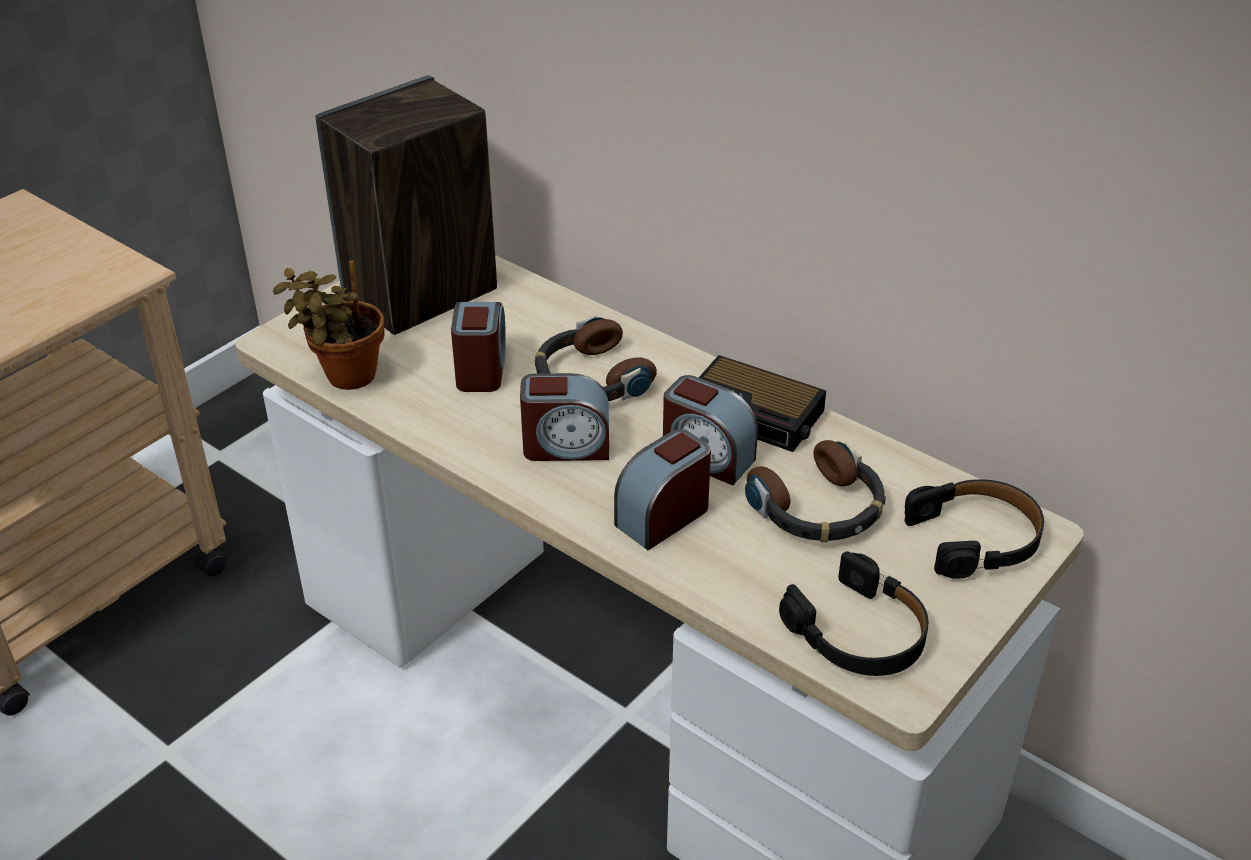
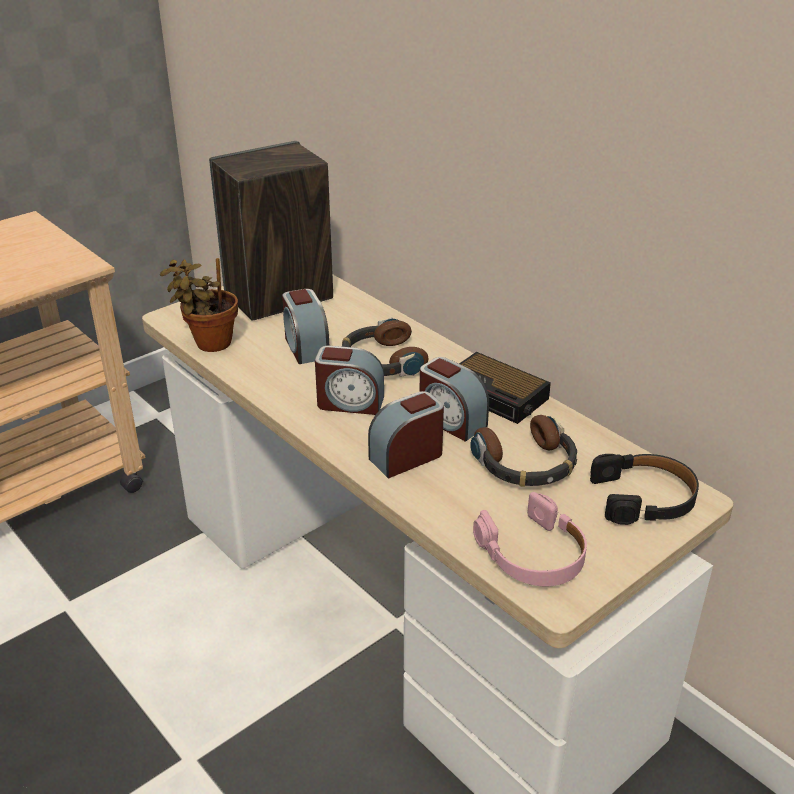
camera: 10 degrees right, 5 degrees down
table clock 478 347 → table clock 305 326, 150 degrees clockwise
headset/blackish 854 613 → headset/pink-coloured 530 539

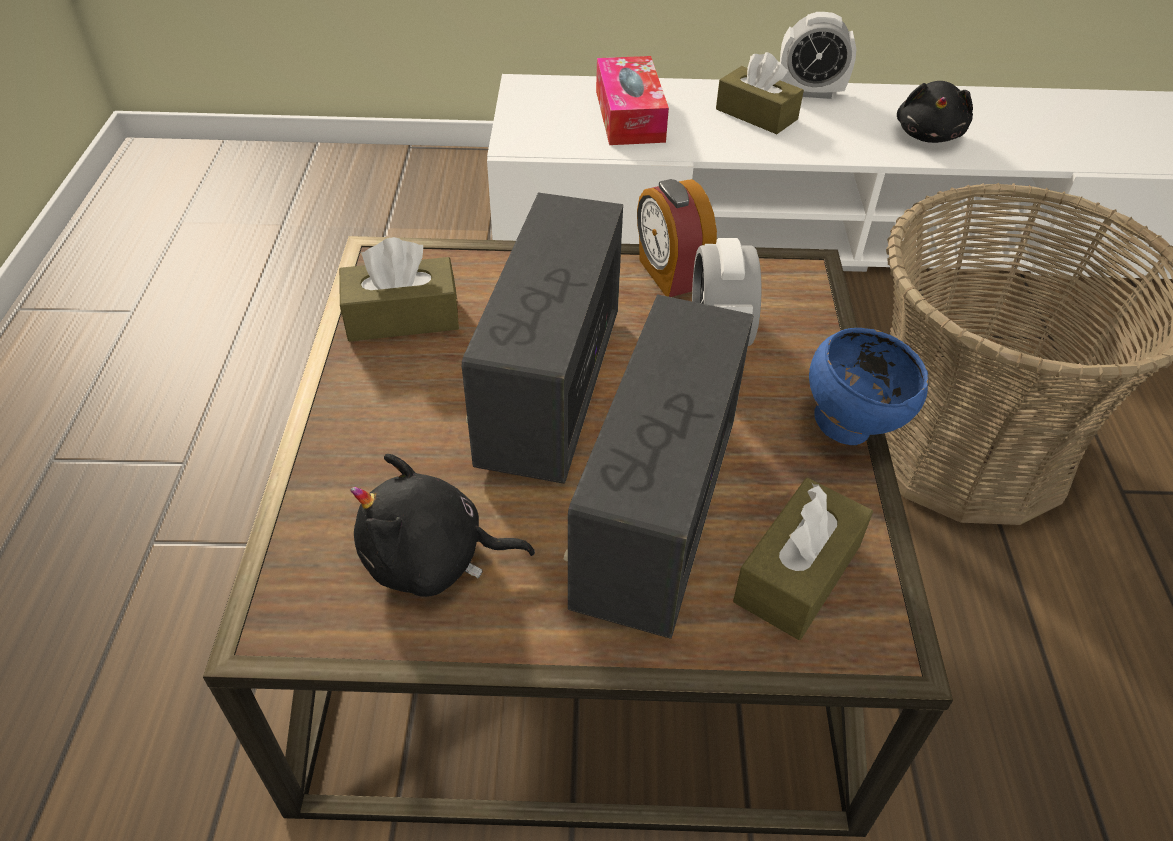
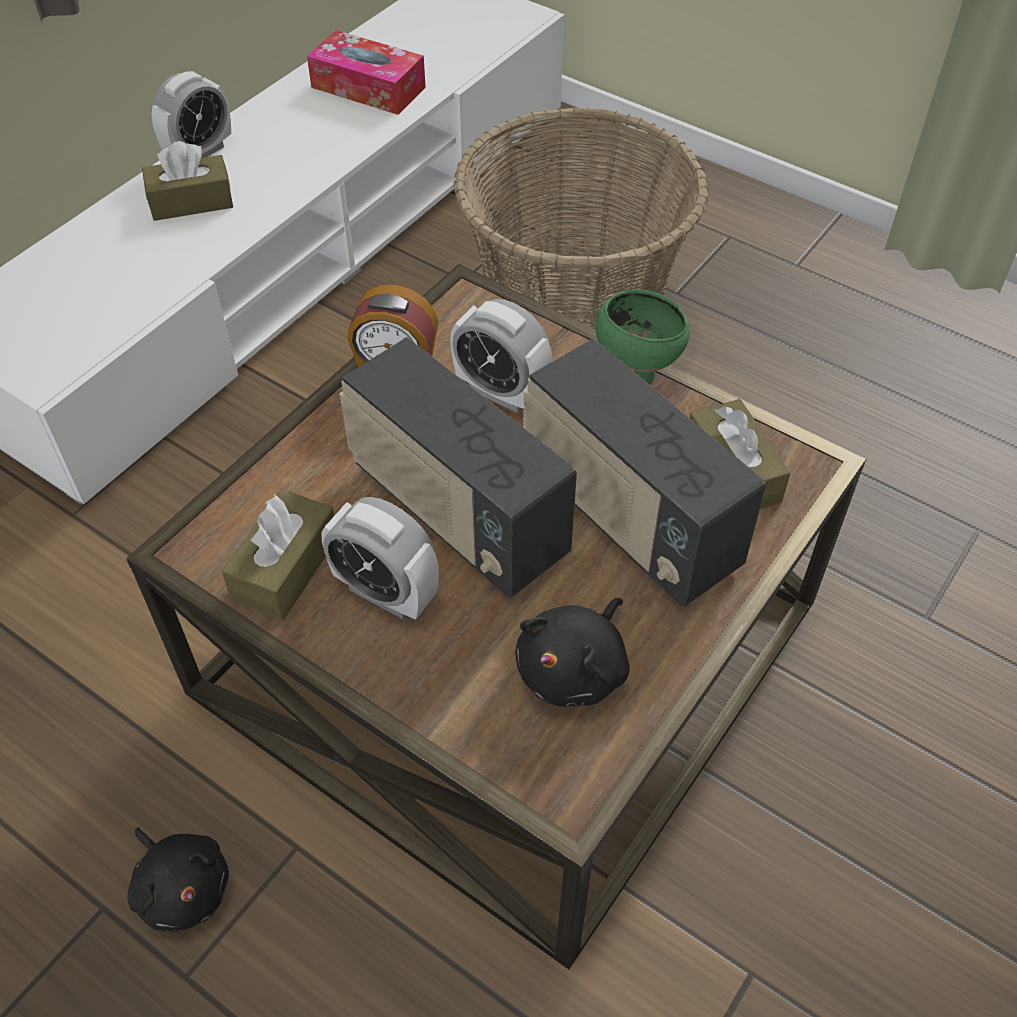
camera: 55 degrees left, 5 degrees up
soft toy/blackish 935 112 → soft toy/blackish 178 880, move
tissue box 632 100 → tissue box 366 72, move
- → table clock 380 558
bowl/bluish 868 386 → bowl/green-coloured 643 336

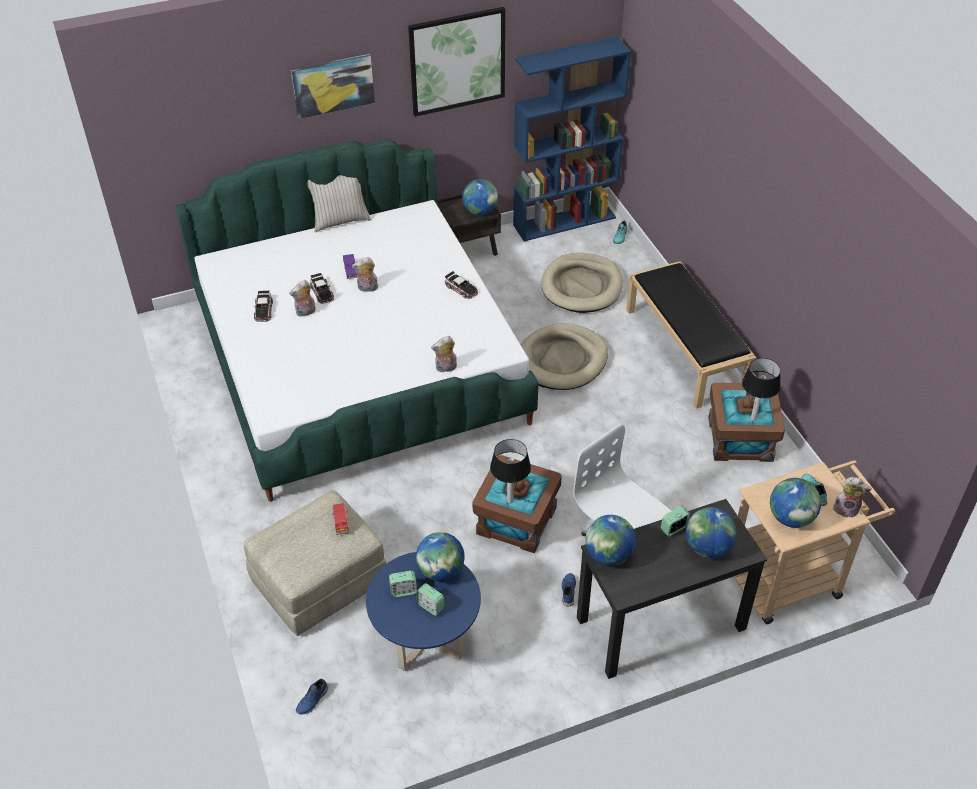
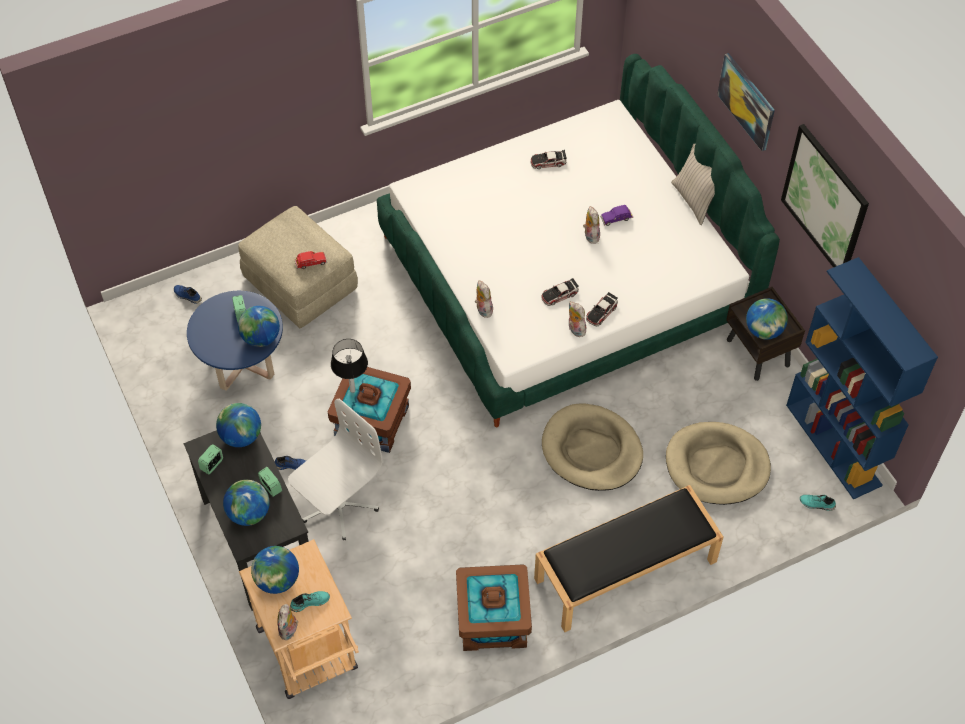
camera: 85 degrees right, 10 degrees up
table clock 430 599 → table clock 210 459, move
model car 322 288 → model car 560 292, move
soft toy 302 298 → soft toy 577 319, move
table lamp 761 389 → -

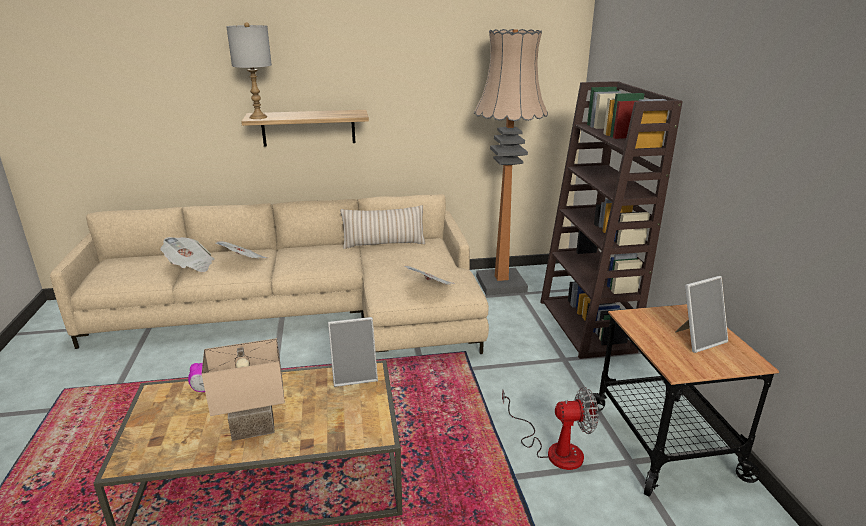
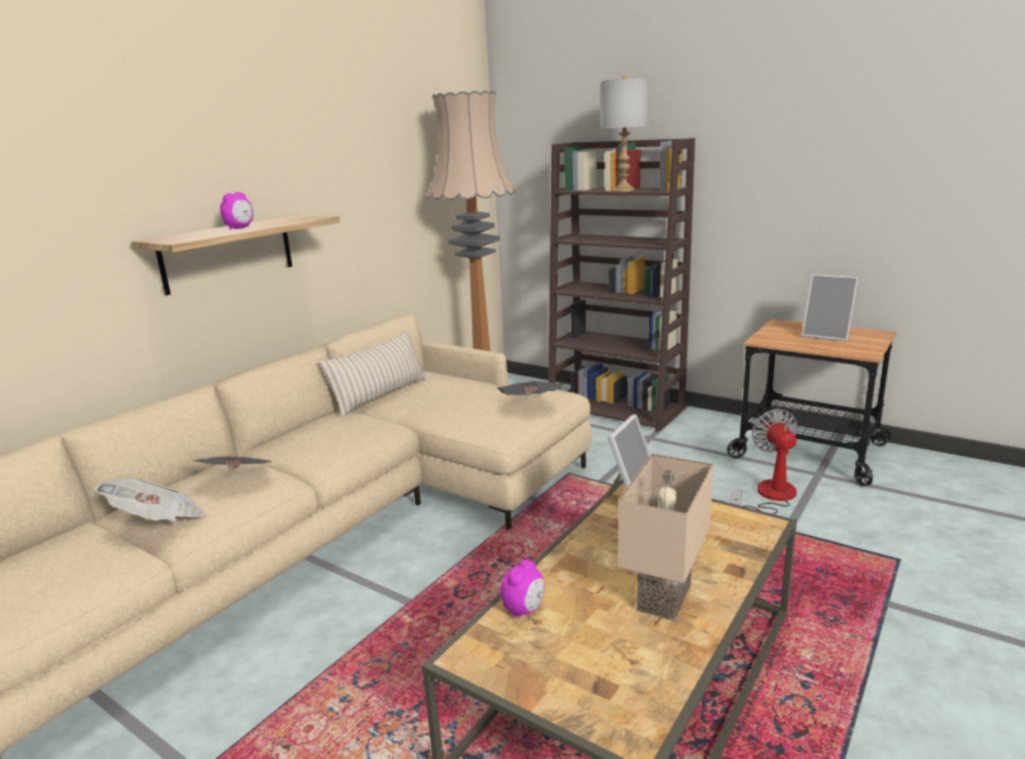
camera: 45 degrees left, 5 degrees down
- → table clock 236 211
table lamp/gray 249 70 → table lamp/gray 625 133, move
electric fan 550 428 → electric fan 764 461, 45 degrees counterclockwise
photo frame 701 314 → photo frame 830 307, 105 degrees clockwise

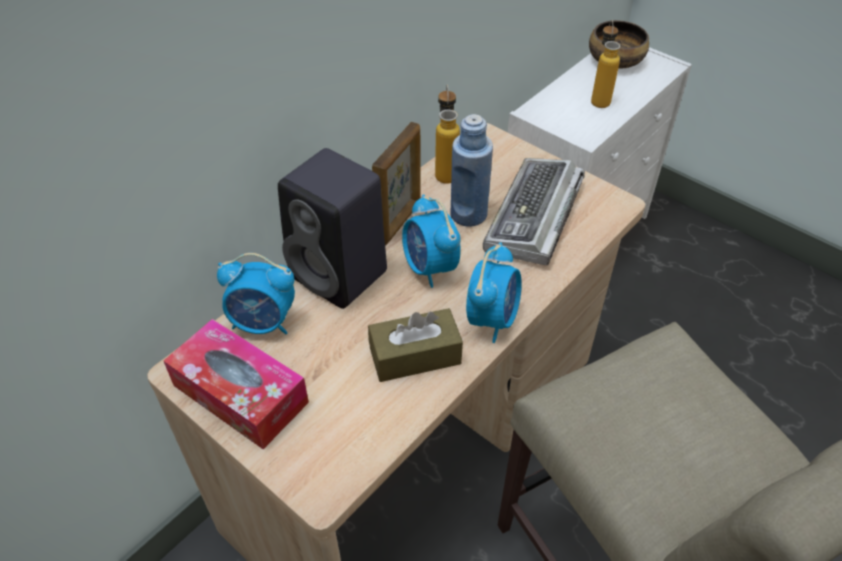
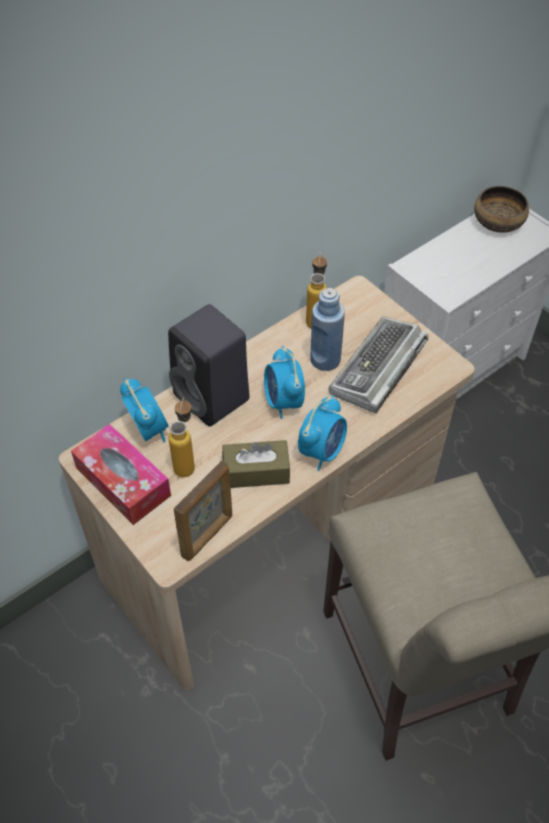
camera: 10 degrees right, 5 degrees up
table clock 256 293 → table clock 144 410, 135 degrees counterclockwise
beverage bottle 605 64 → beverage bottle 181 437, move
photo frame 396 183 → photo frame 203 510, move

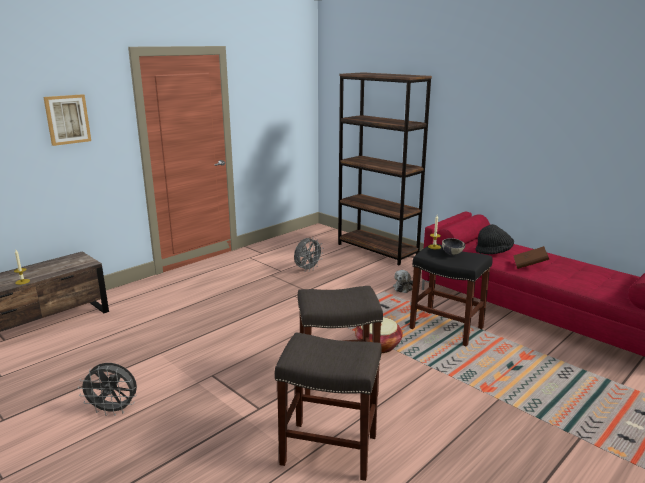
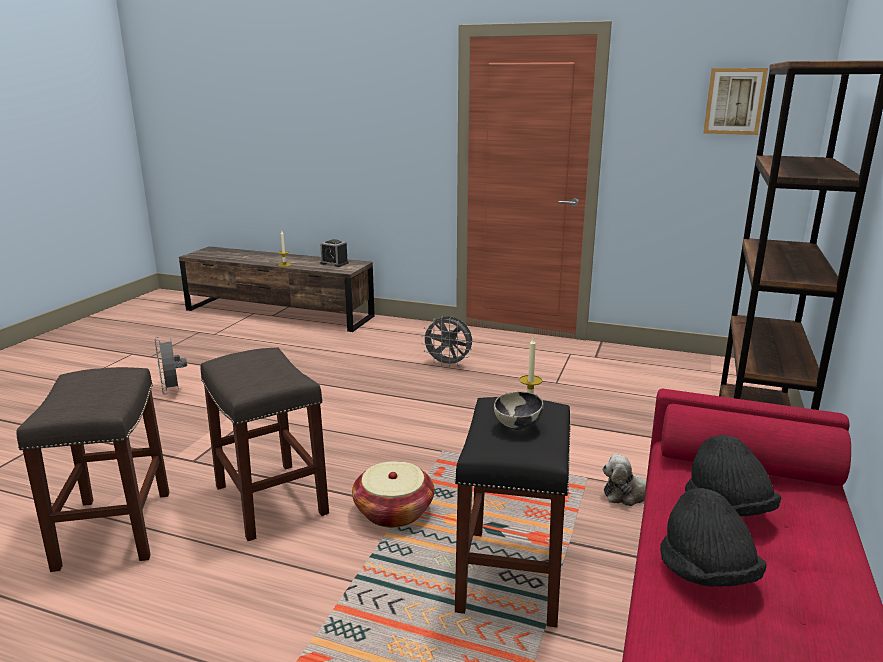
camera: 65 degrees right, 0 degrees up
- → table clock 334 253
electric fan/gray 308 255 → electric fan/gray 446 342, move
book/brown 531 257 → hat/blackish 713 537
picture 67 120 → picture 735 101, move

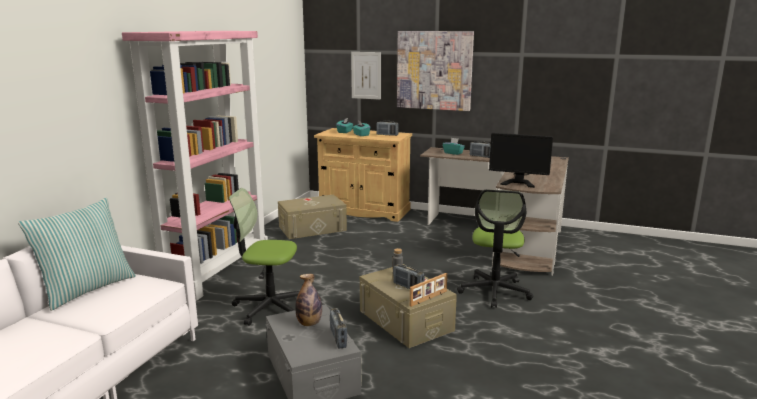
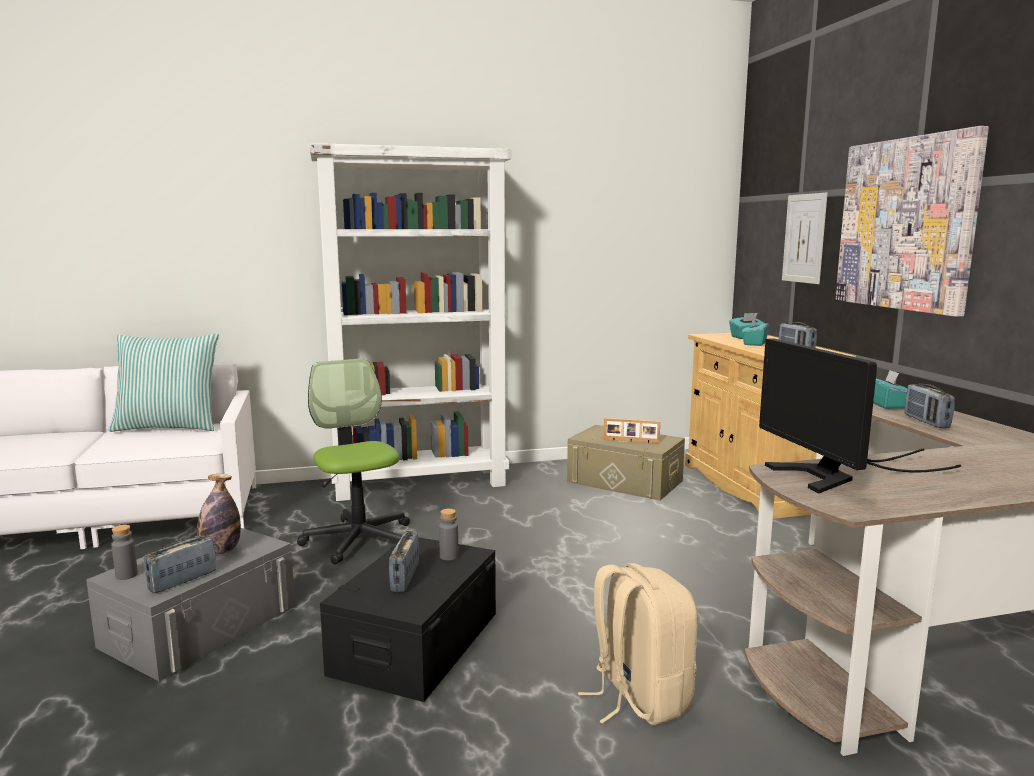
camera: 55 degrees right, 5 degrees down
- → beverage bottle/gray 124 552
bookshelf/pink-coloured 195 166 → bookshelf/white-coloured 410 322
storage box/beige-coloured 408 306 → storage box/blackish 408 619
office chair 495 248 → knapsack/beige-coloured 637 644
photo frame 428 290 → photo frame 631 431, move

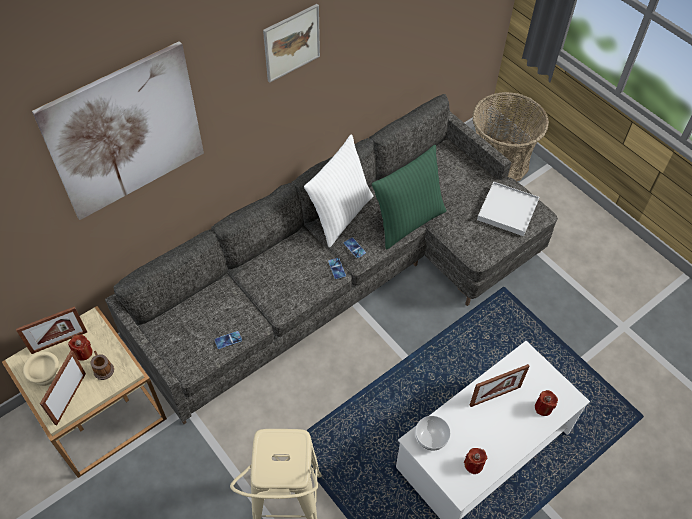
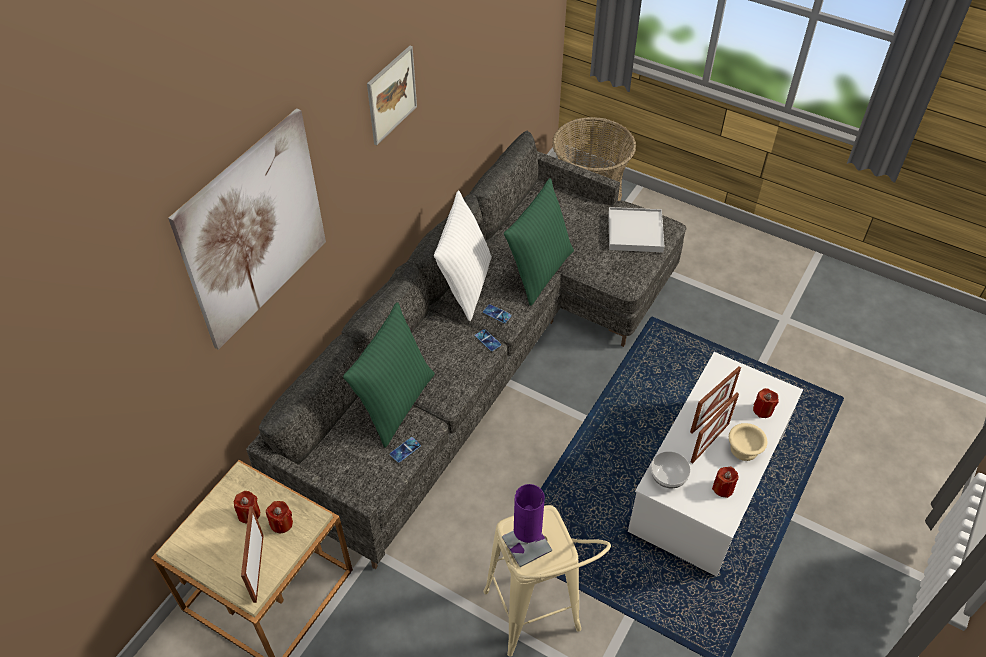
camera: 20 degrees left, 5 degrees down
tea mug 102 365 → wax candle/reddish 279 517
- → cushion/green-coloured 389 375
- → table lamp/purple 527 525
photo frame 51 330 → photo frame 715 428, move
bowl/beige-coloured 41 369 → bowl/beige-coloured 748 442, move

